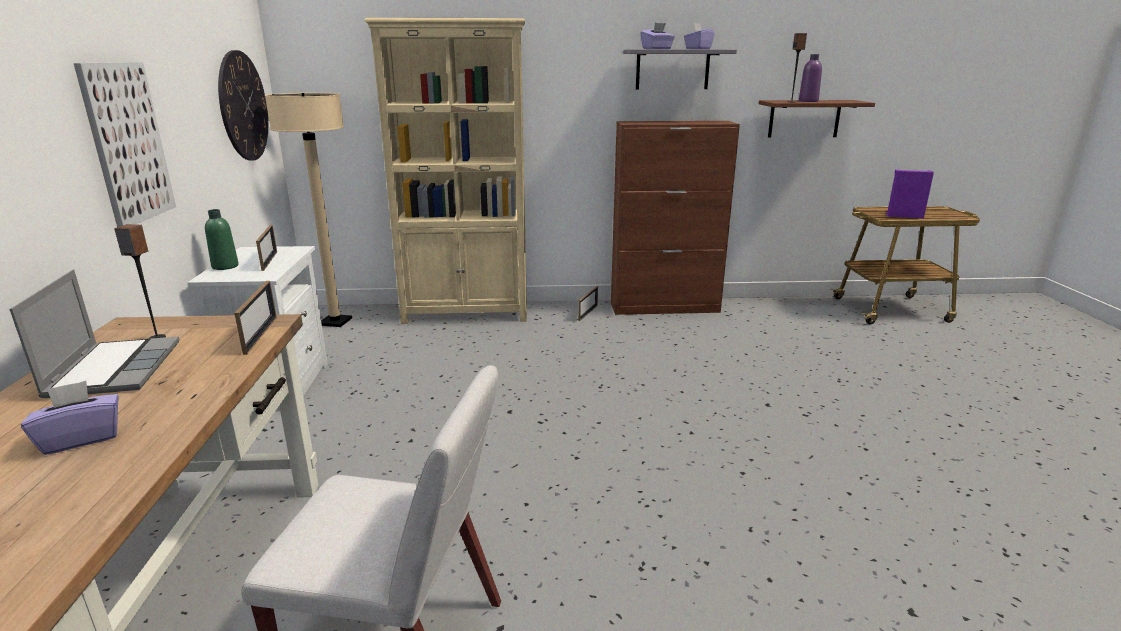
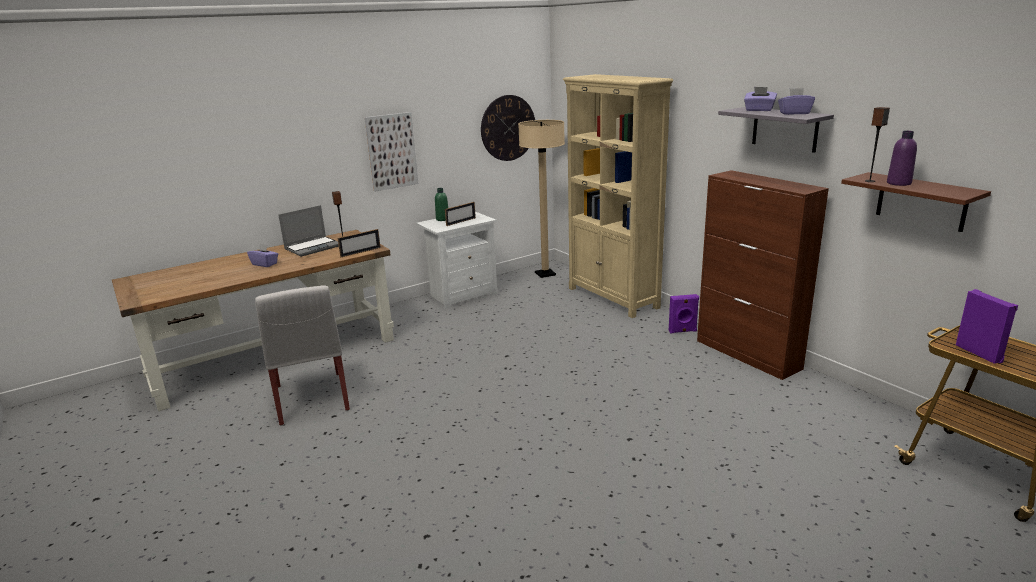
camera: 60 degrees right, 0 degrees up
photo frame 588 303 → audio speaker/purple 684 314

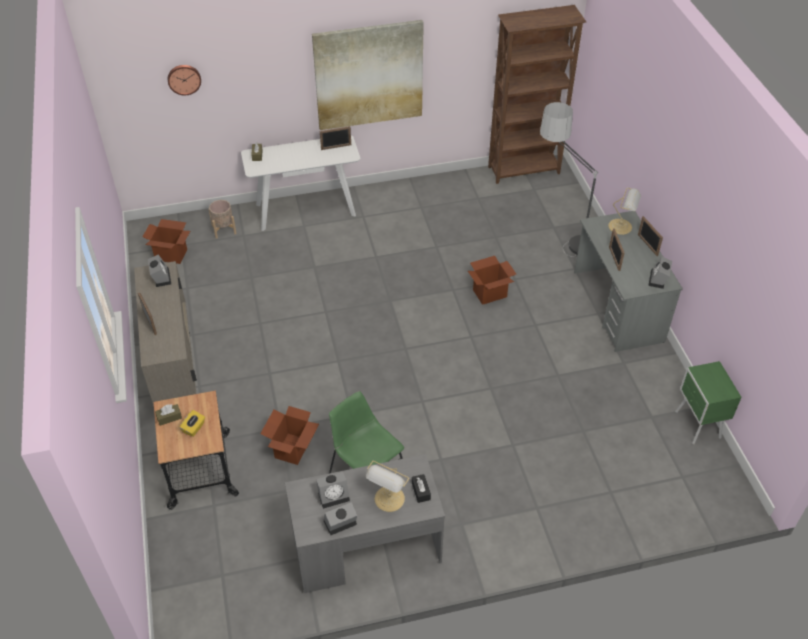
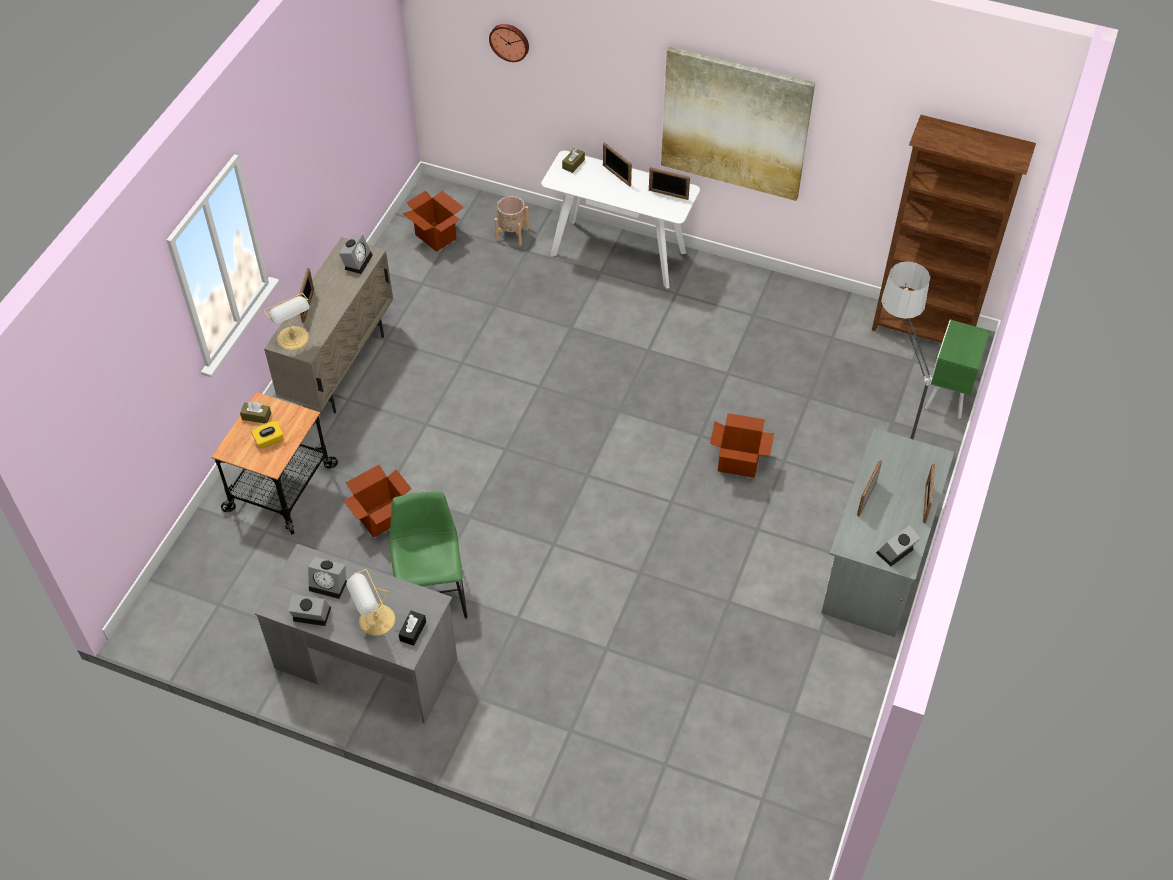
camera: 35 degrees right, 5 degrees up
table lamp 624 211 → table lamp 287 321, move
- → photo frame 617 164
nightstand/green-coloured 708 402 → nightstand/green-coloured 957 369, move

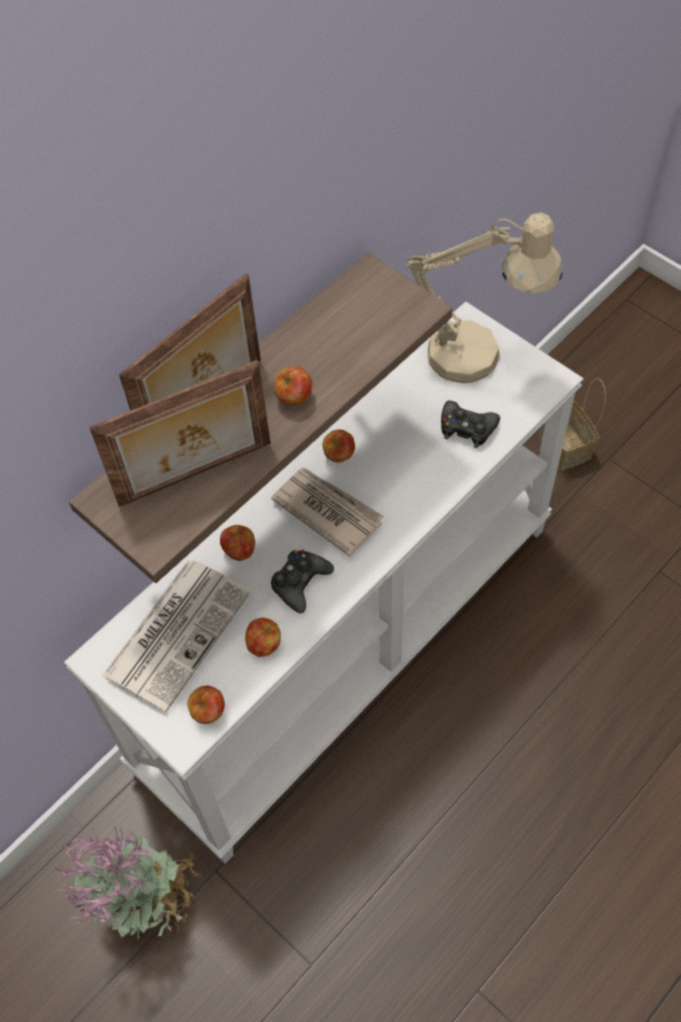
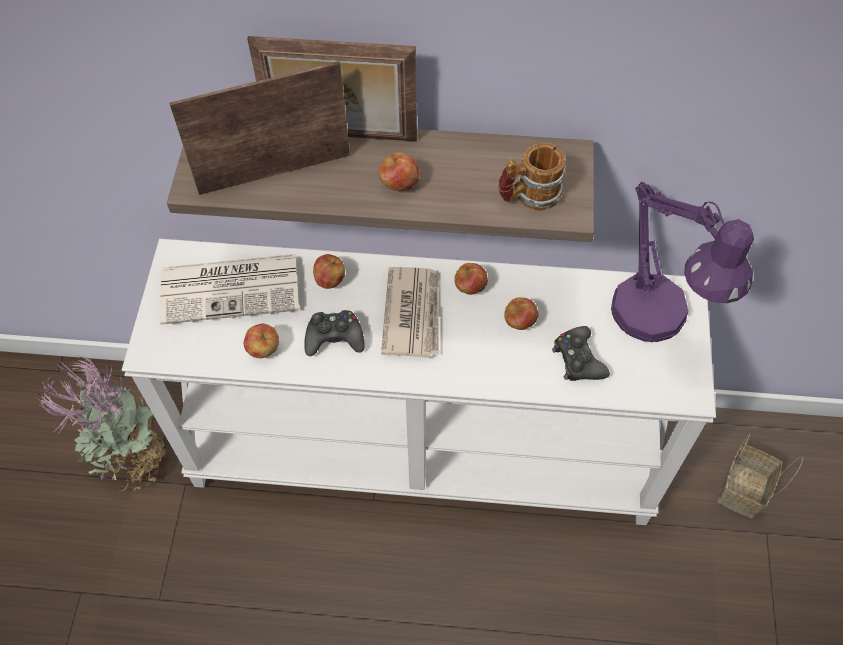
camera: 50 degrees right, 0 degrees up
photo frame 180 433 → photo frame 260 128, 135 degrees clockwise
- → tea mug 532 177
whole apple 206 705 → whole apple 521 314, move
table lamp/beige-coloured 484 297 → table lamp/purple 682 262

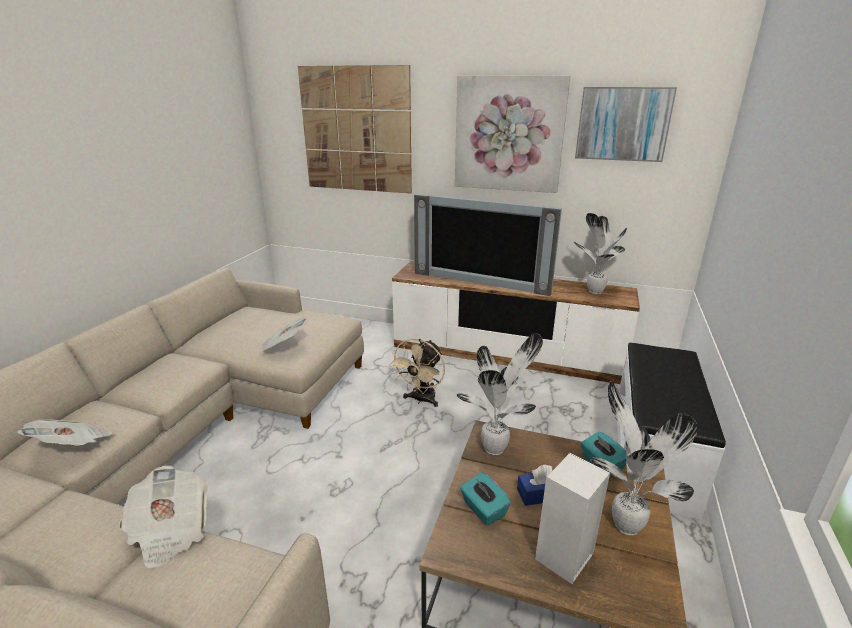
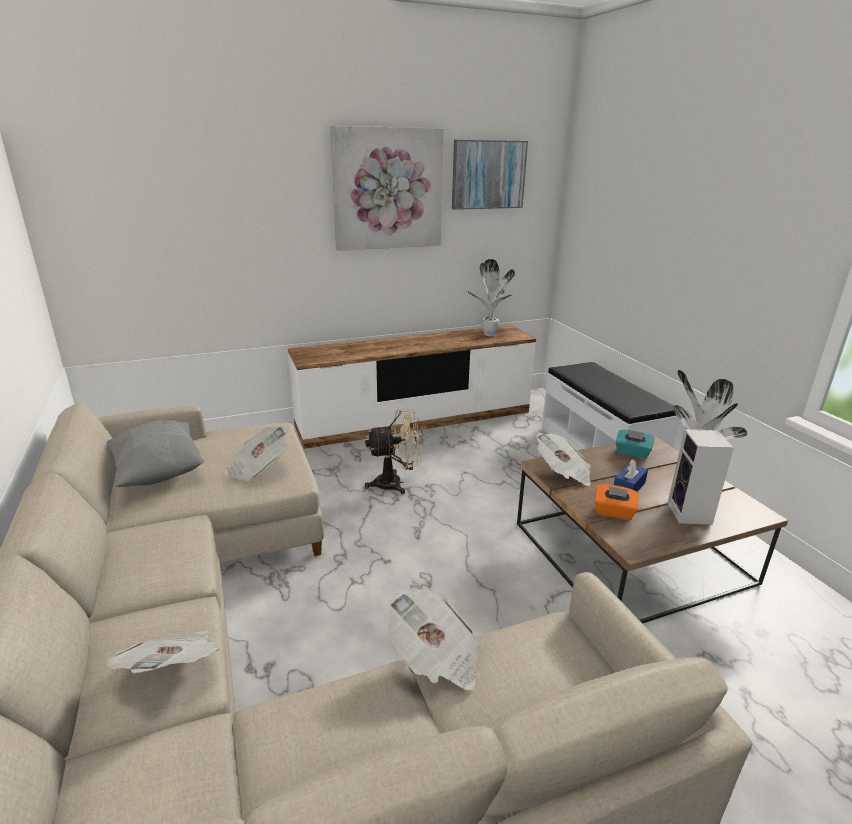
camera: 40 degrees left, 0 degrees up
- → cushion/gray 156 453
electric fan/beige-coloured 417 372 → electric fan/beige-coloured 394 451, 90 degrees counterclockwise
potted plant 499 394 → daily paper 564 459
tissue box/turquoise-coloured 485 499 → tissue box/orange 617 502
picture 355 129 → -
television 488 245 → -

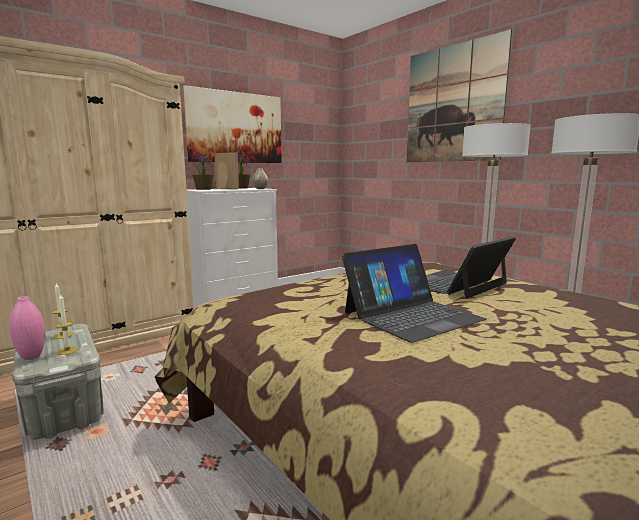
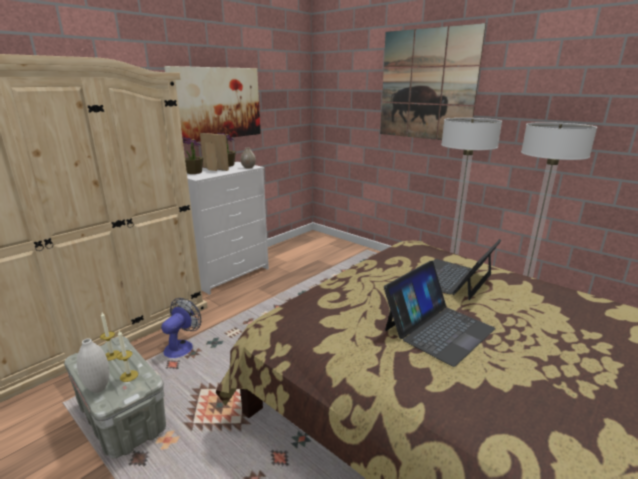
camera: 10 degrees left, 10 degrees up
decorative vase/pink-coloured 27 328 → decorative vase/white-coloured 93 365
- → electric fan 181 328

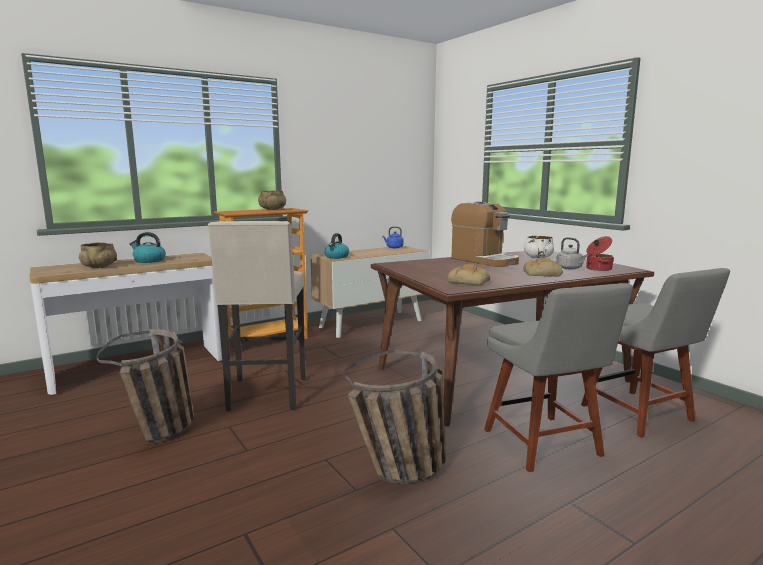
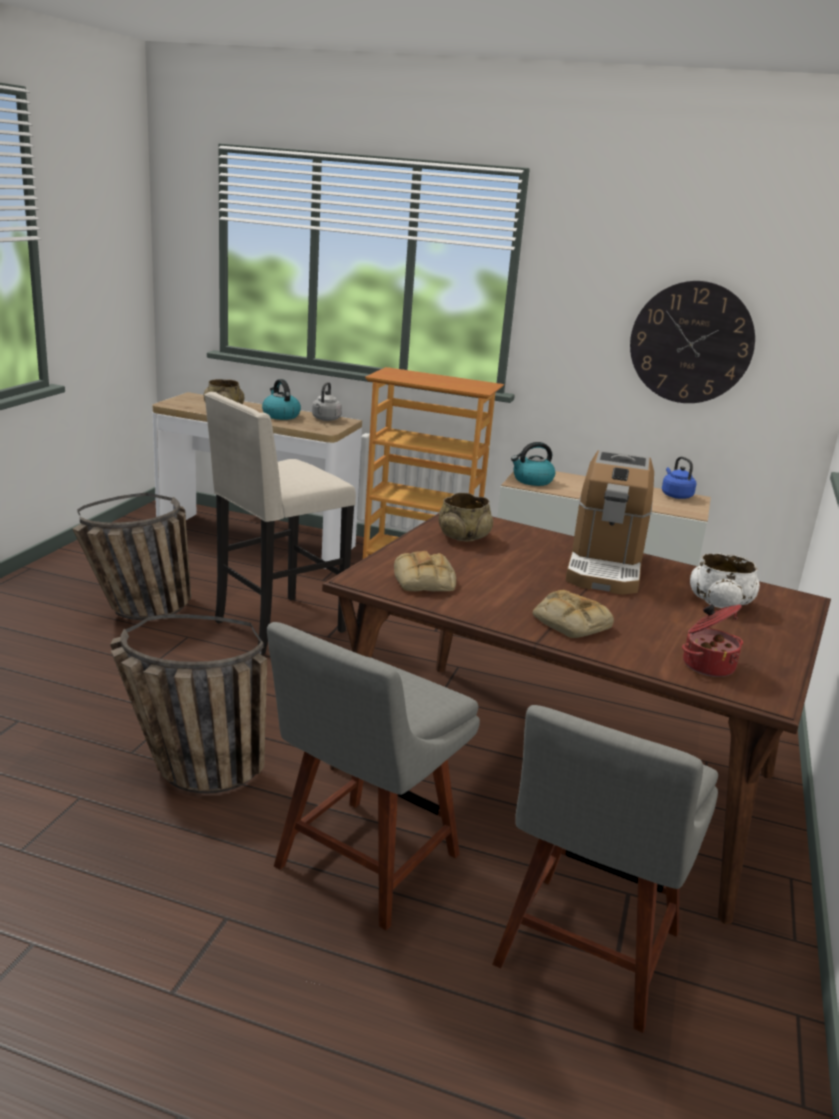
camera: 50 degrees right, 10 degrees up
water kettle/gray 572 253 → water kettle/gray 327 401, move
bowl/beige-coloured 272 200 → bowl/beige-coloured 465 517, move
- → hanging clock 692 342

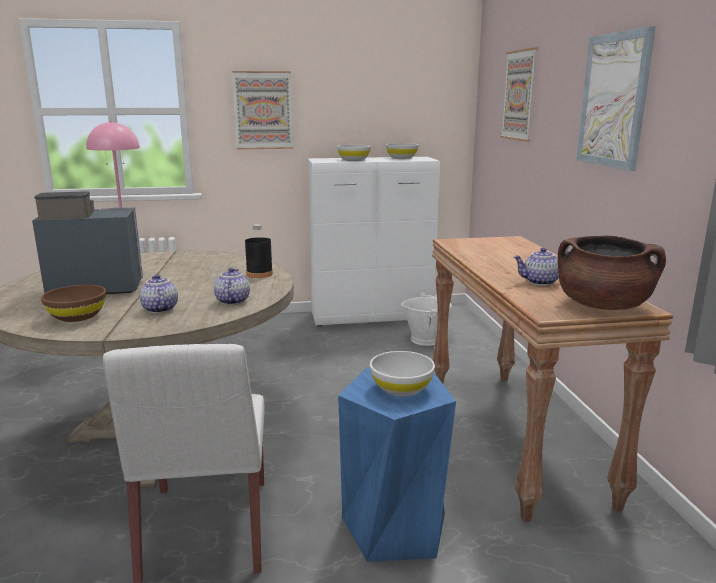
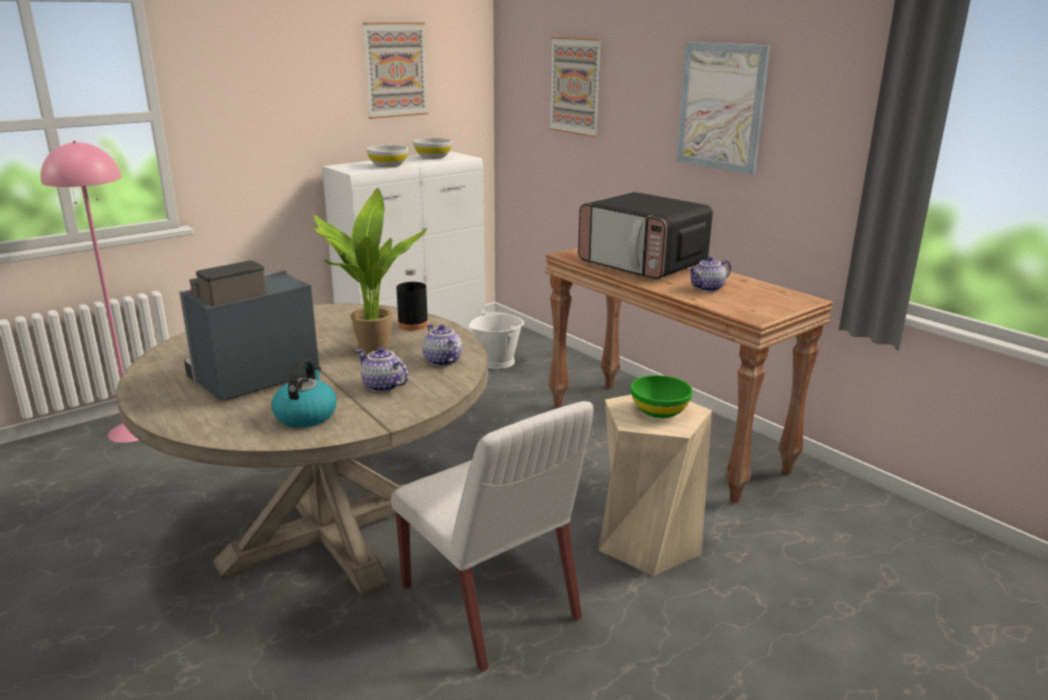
camera: 30 degrees left, 5 degrees up
bowl/brown 73 303 → water kettle 304 393
- → potted plant 368 270
picture 262 110 → picture 395 70, move
- → microwave 645 235
stool seat/bluish 397 464 → stool seat/beige-coloured 655 485
bowl/white-coloured 402 373 → bowl/green-coloured 662 396
cooking pot/brown 612 273 → -

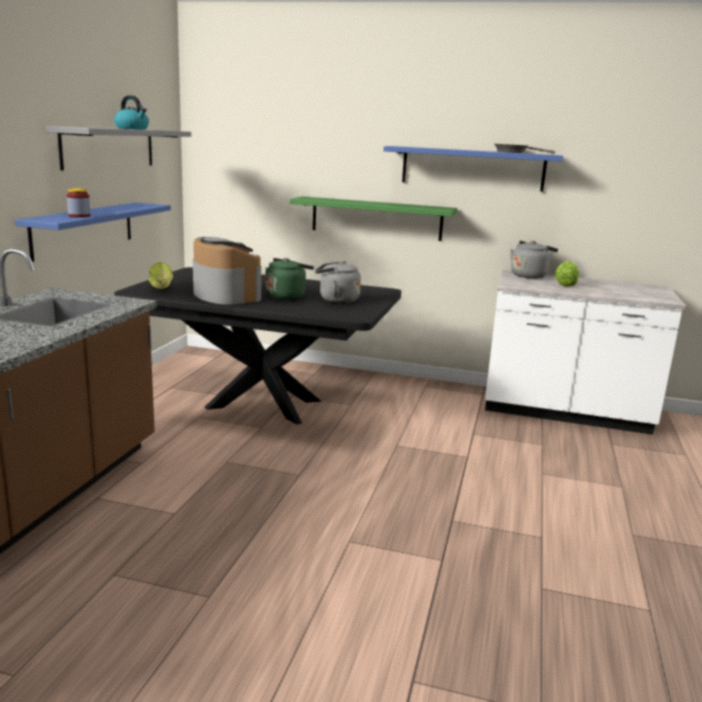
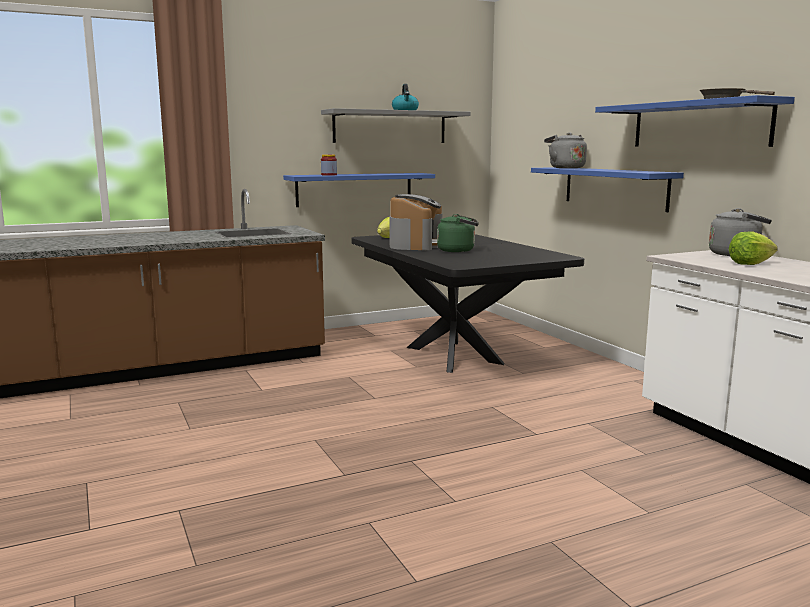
camera: 50 degrees right, 5 degrees down
bracket shelf/green-coloured 373 218 → bracket shelf/bluish 607 189
water kettle/gray 338 282 → water kettle/gray 565 150, move

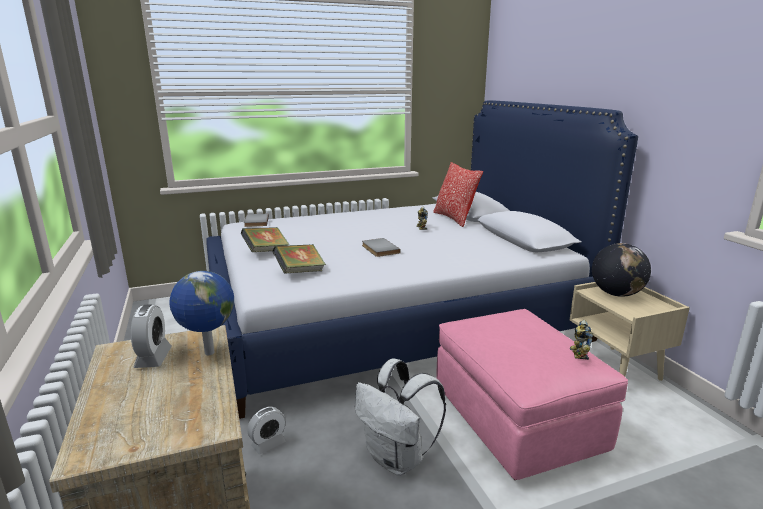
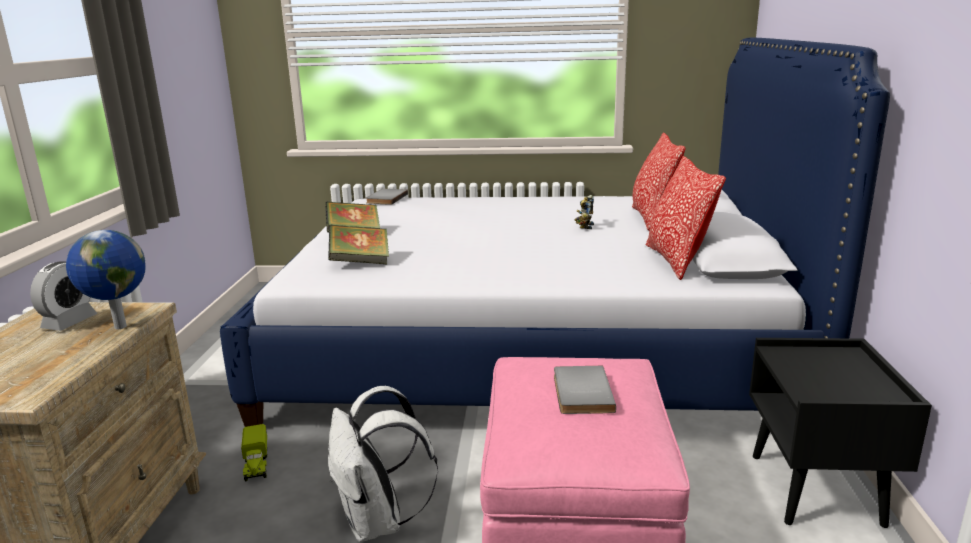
camera: 25 degrees right, 0 degrees up
table clock 266 430 → toy truck 254 453
book/gray 381 247 → book/gray 585 390, move
- → cushion 685 218
nightstand/beige-coloured 630 331 → nightstand/blackish 840 433
model robot 581 340 → -
globe 621 270 → -

